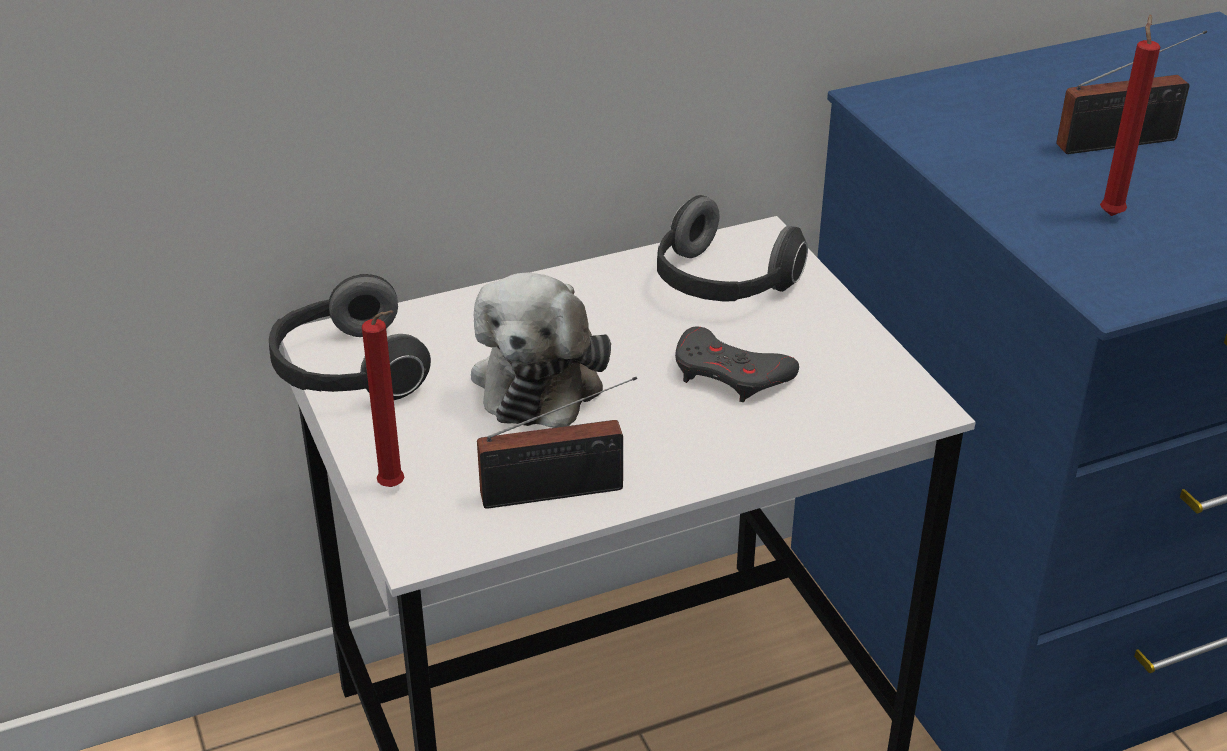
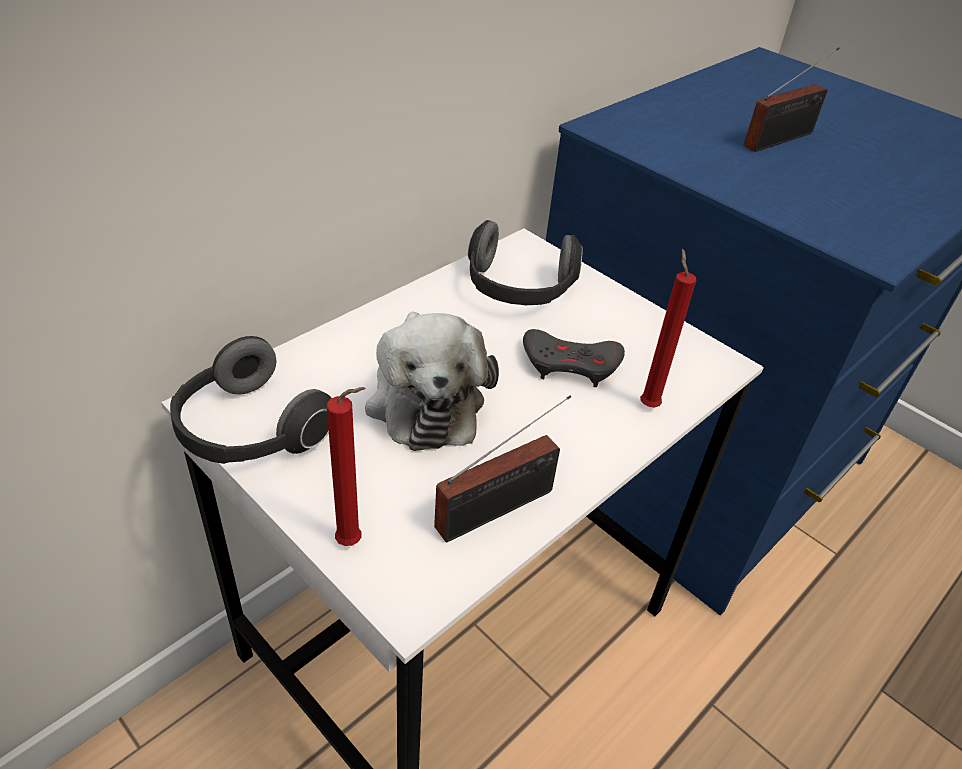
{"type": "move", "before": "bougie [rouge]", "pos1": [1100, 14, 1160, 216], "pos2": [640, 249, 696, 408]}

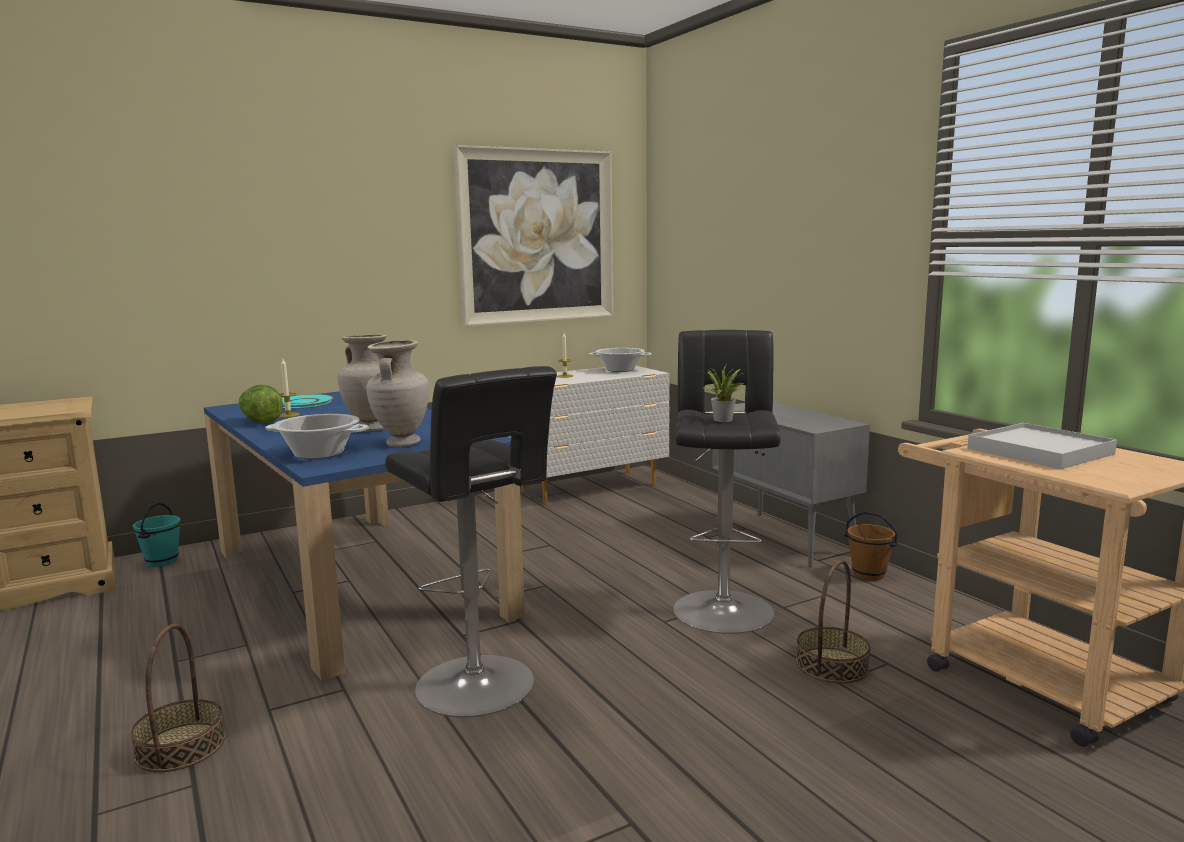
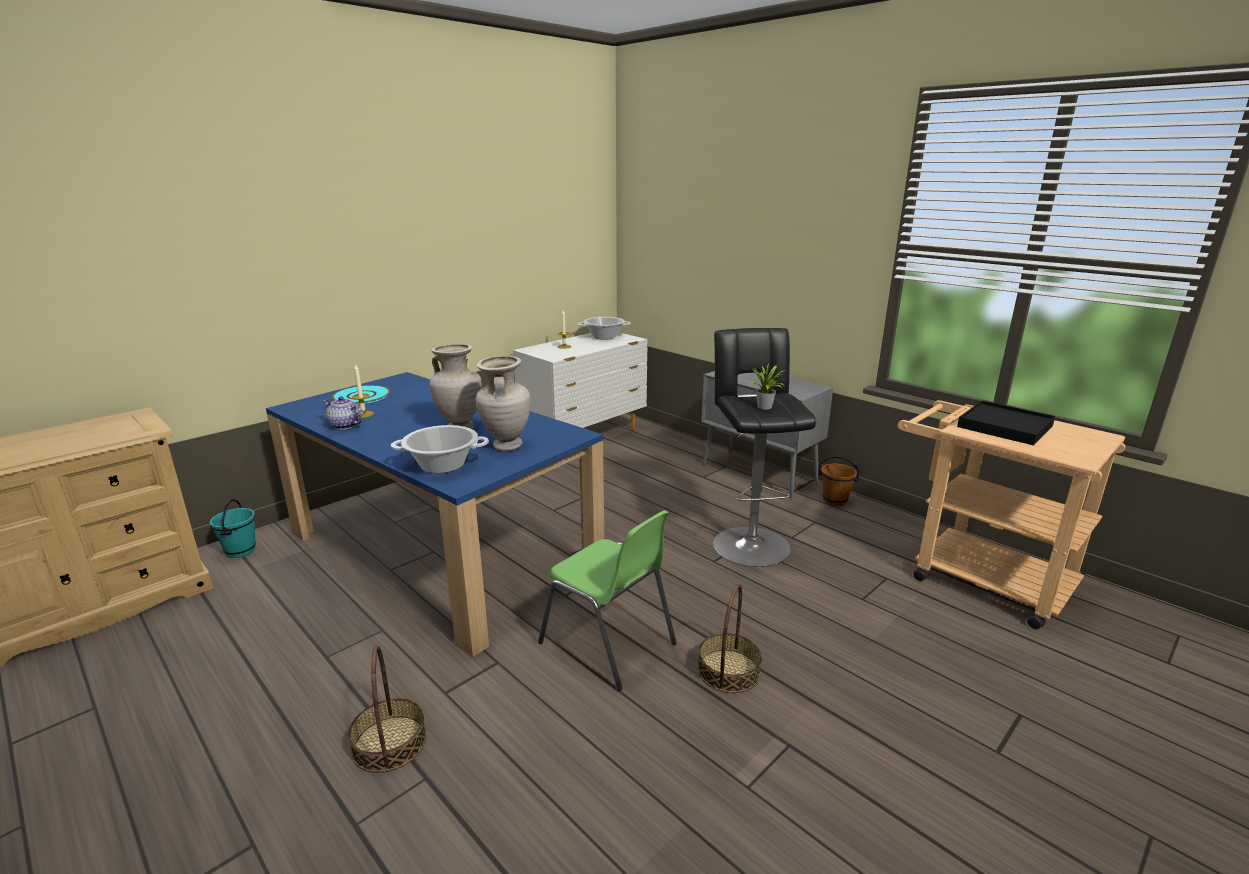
{"type": "replace", "before": "laitue", "after": "théière", "pos1": [239, 385, 283, 423], "pos2": [323, 396, 364, 430]}
{"type": "replace", "before": "tabouret [noir]", "after": "chaise [vert]", "pos1": [385, 366, 557, 718], "pos2": [538, 510, 676, 691]}
{"type": "delete", "before": "tableau", "pos1": [453, 145, 613, 326]}
{"type": "move", "before": "panier", "pos1": [796, 560, 871, 684], "pos2": [698, 584, 762, 693]}
{"type": "recolor", "before": "plateau [blanc]", "after": "plateau [noir]", "pos1": [967, 423, 1117, 469], "pos2": [957, 401, 1055, 445]}

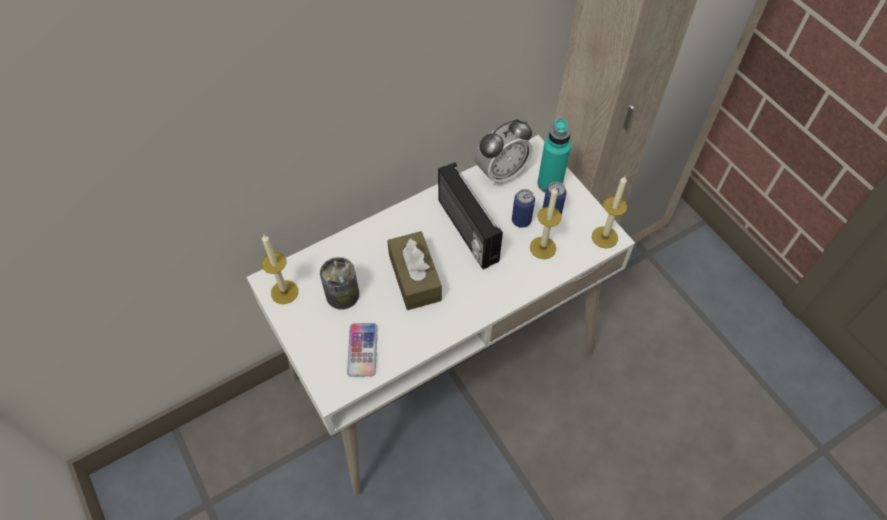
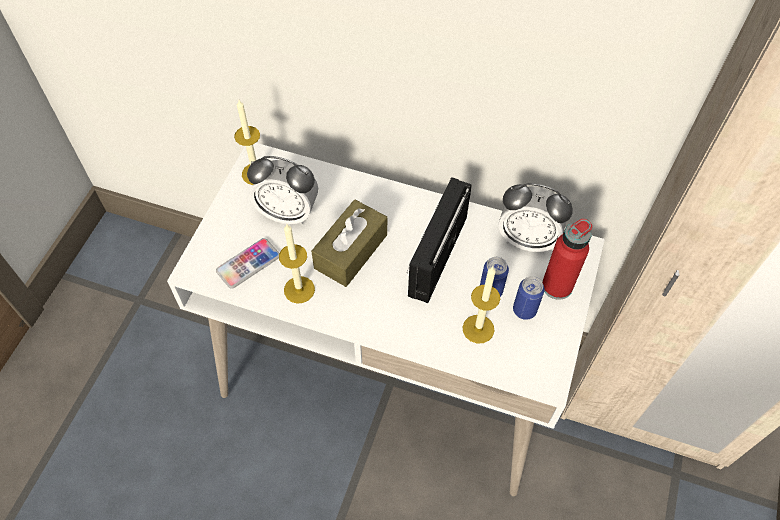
{"type": "replace", "before": "boîte métallique", "after": "réveil", "pos1": [320, 257, 359, 310], "pos2": [247, 156, 318, 225]}
{"type": "recolor", "before": "bouteille [turquoise]", "after": "bouteille [rouge]", "pos1": [538, 119, 571, 192], "pos2": [542, 219, 592, 300]}
{"type": "move", "before": "bougie", "pos1": [592, 176, 627, 249], "pos2": [279, 224, 315, 304]}

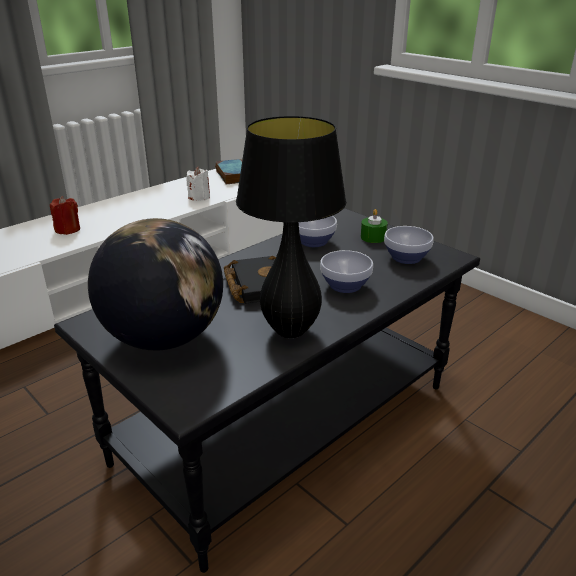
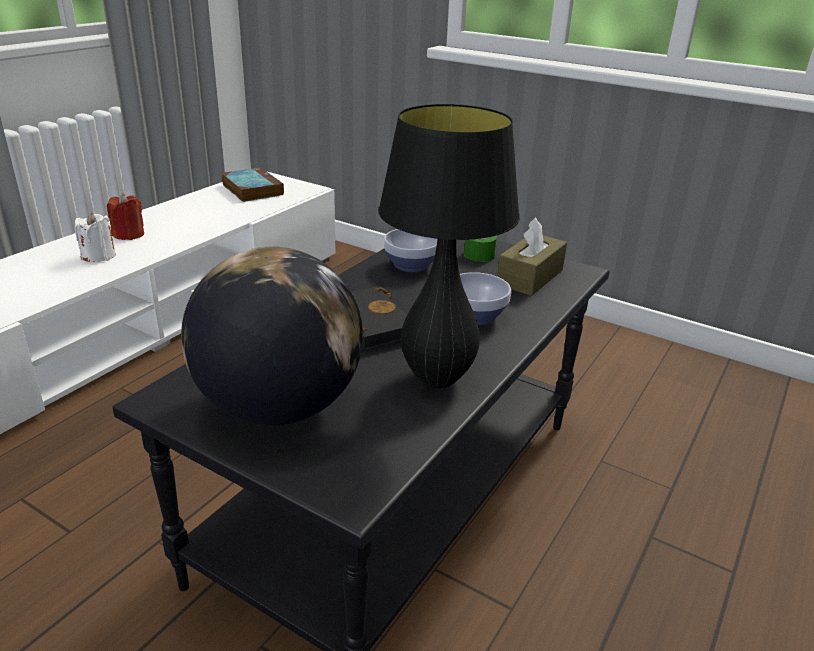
{"type": "move", "before": "bougie [rouge]", "pos1": [50, 196, 80, 235], "pos2": [107, 193, 144, 240]}
{"type": "move", "before": "bougie [blanc]", "pos1": [186, 167, 210, 201], "pos2": [75, 212, 116, 262]}
{"type": "replace", "before": "bol", "after": "boîte à mouchoirs [marron]", "pos1": [384, 226, 434, 264], "pos2": [497, 217, 567, 296]}

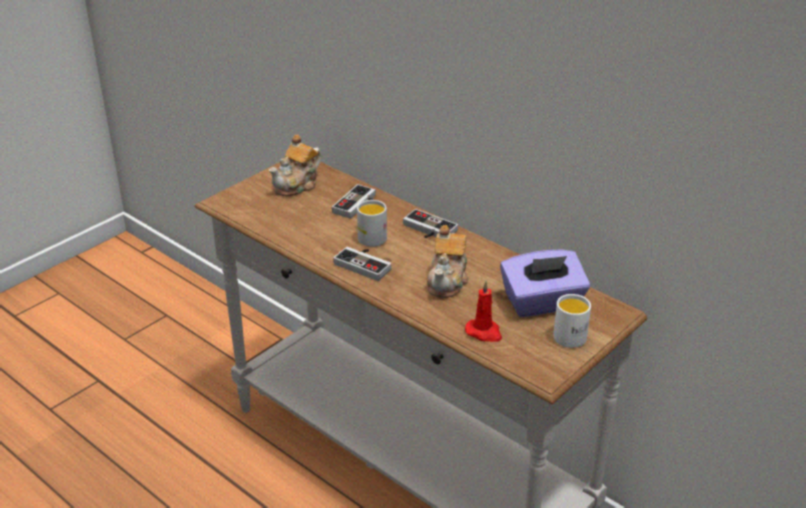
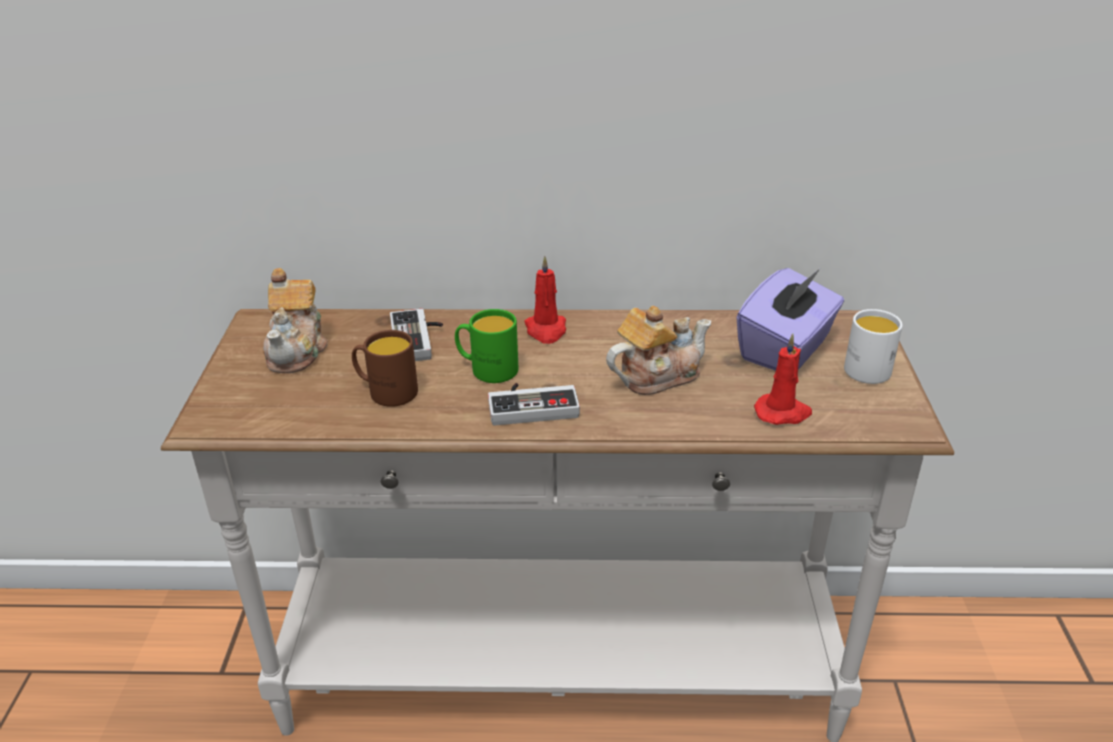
{"type": "recolor", "before": "mug [blanc]", "after": "mug [vert]", "pos1": [357, 200, 387, 247], "pos2": [455, 309, 518, 383]}
{"type": "replace", "before": "manette", "after": "bougie [rouge]", "pos1": [403, 209, 458, 238], "pos2": [524, 256, 566, 344]}
{"type": "rotate", "before": "théière", "pos1": [427, 225, 469, 298], "pos2": [606, 306, 711, 395], "turn": -90}
{"type": "insert", "after": "mug [marron]", "pos2": [352, 330, 418, 407]}

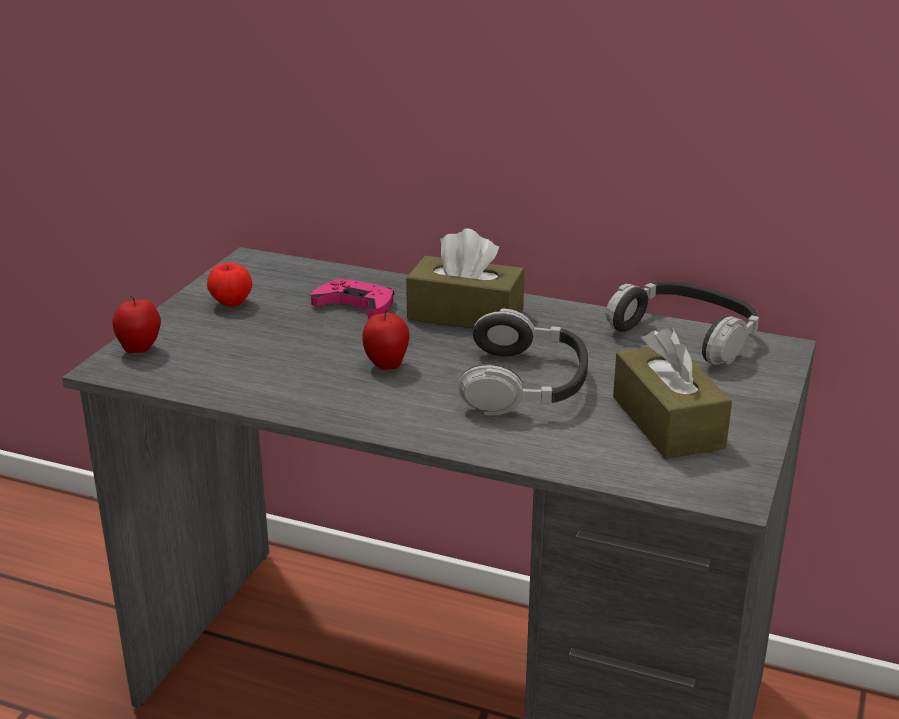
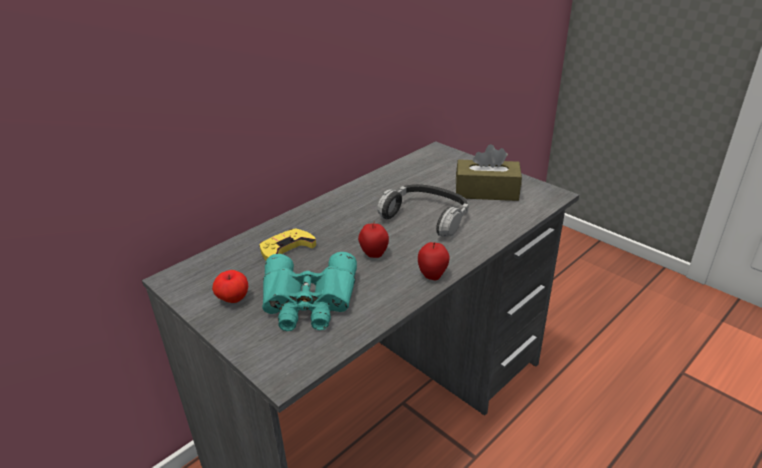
{"type": "move", "before": "pomme", "pos1": [112, 295, 161, 353], "pos2": [418, 242, 449, 280]}
{"type": "recolor", "before": "manette [rose]", "after": "manette [jaune]", "pos1": [311, 279, 394, 319], "pos2": [259, 228, 316, 260]}
{"type": "delete", "before": "boîte à mouchoirs [marron]", "pos1": [406, 228, 525, 329]}
{"type": "delete", "before": "casque audio", "pos1": [606, 282, 759, 365]}
{"type": "insert", "after": "jumelles [turquoise]", "pos2": [262, 252, 357, 331]}

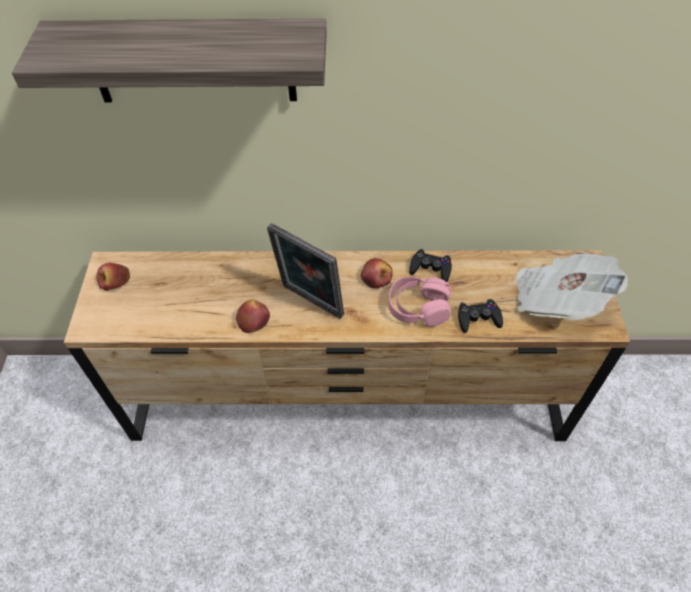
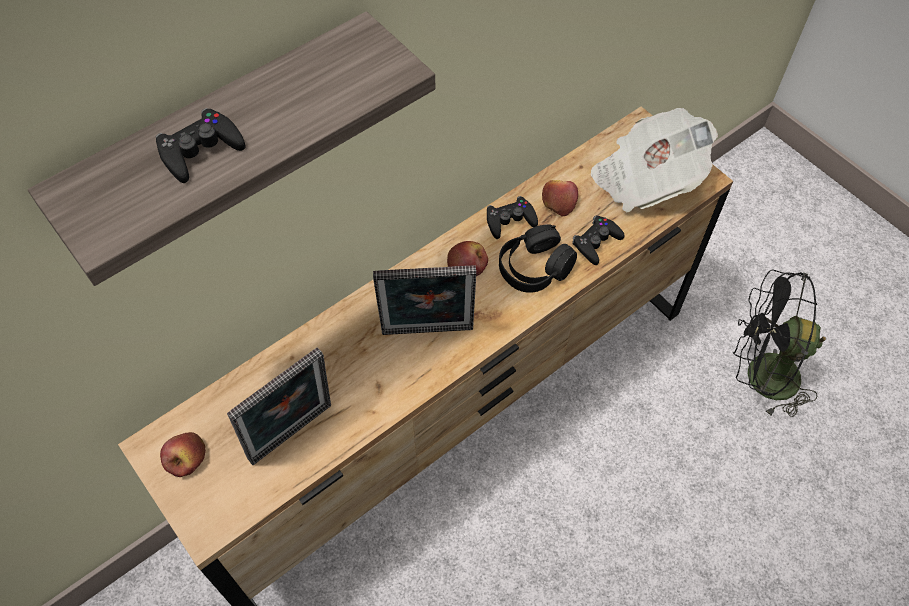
{"type": "move", "before": "pomme", "pos1": [236, 299, 270, 333], "pos2": [542, 180, 578, 217]}
{"type": "recolor", "before": "casque audio [rose]", "after": "casque audio [noir]", "pos1": [388, 276, 451, 327], "pos2": [499, 224, 577, 293]}
{"type": "insert", "after": "manette [noir]", "pos2": [156, 108, 246, 183]}
{"type": "insert", "after": "cadre photo", "pos2": [227, 347, 331, 465]}
{"type": "insert", "after": "ventilateur [noir]", "pos2": [733, 269, 826, 417]}

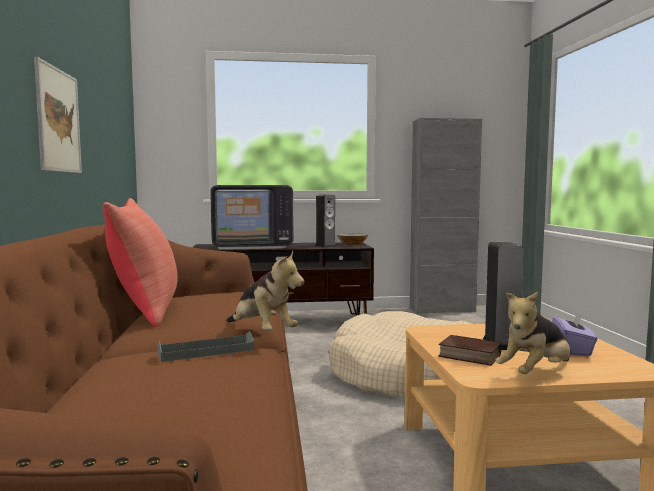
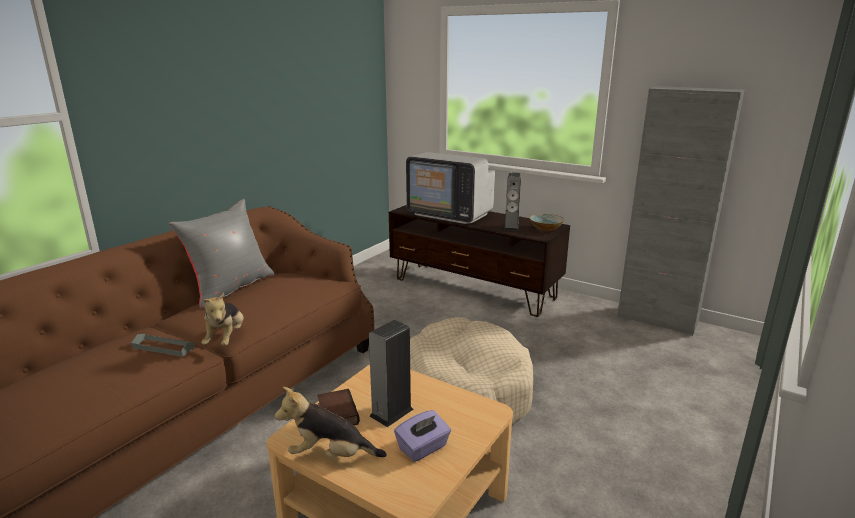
{"type": "delete", "before": "tableau", "pos1": [34, 57, 82, 173]}
{"type": "recolor", "before": "coussin [rouge]", "after": "coussin [gris]", "pos1": [103, 198, 178, 327], "pos2": [169, 199, 274, 309]}

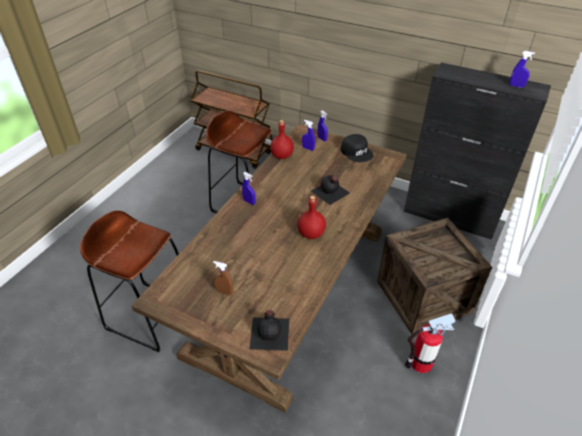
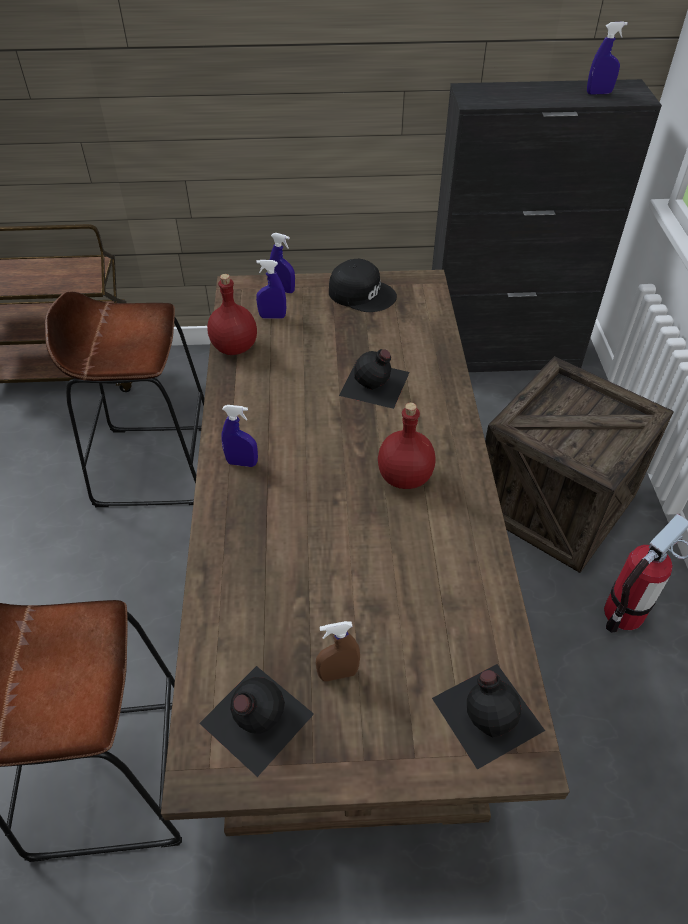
{"type": "insert", "after": "bouteille [noir]", "pos2": [199, 666, 314, 777]}

